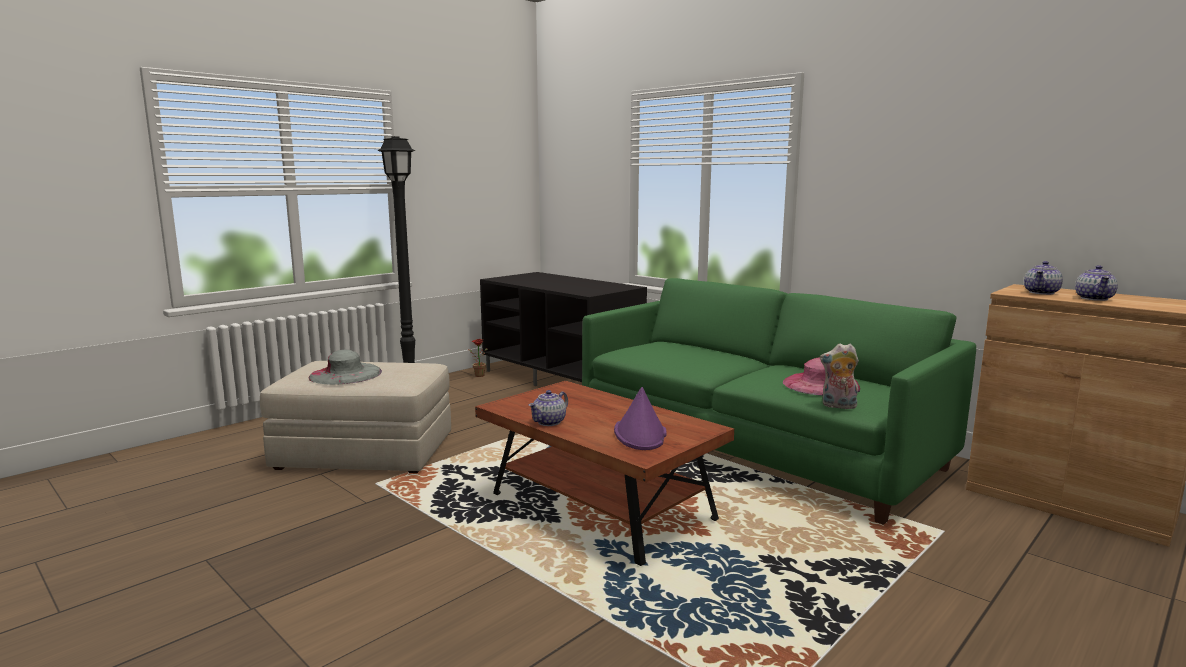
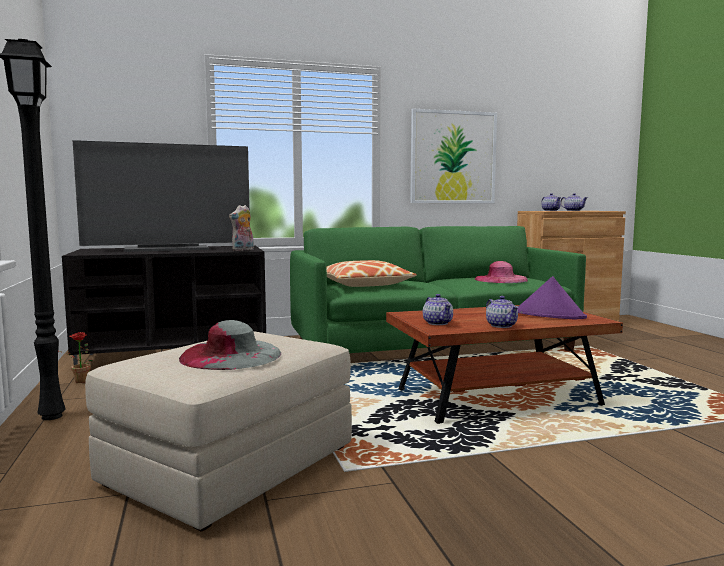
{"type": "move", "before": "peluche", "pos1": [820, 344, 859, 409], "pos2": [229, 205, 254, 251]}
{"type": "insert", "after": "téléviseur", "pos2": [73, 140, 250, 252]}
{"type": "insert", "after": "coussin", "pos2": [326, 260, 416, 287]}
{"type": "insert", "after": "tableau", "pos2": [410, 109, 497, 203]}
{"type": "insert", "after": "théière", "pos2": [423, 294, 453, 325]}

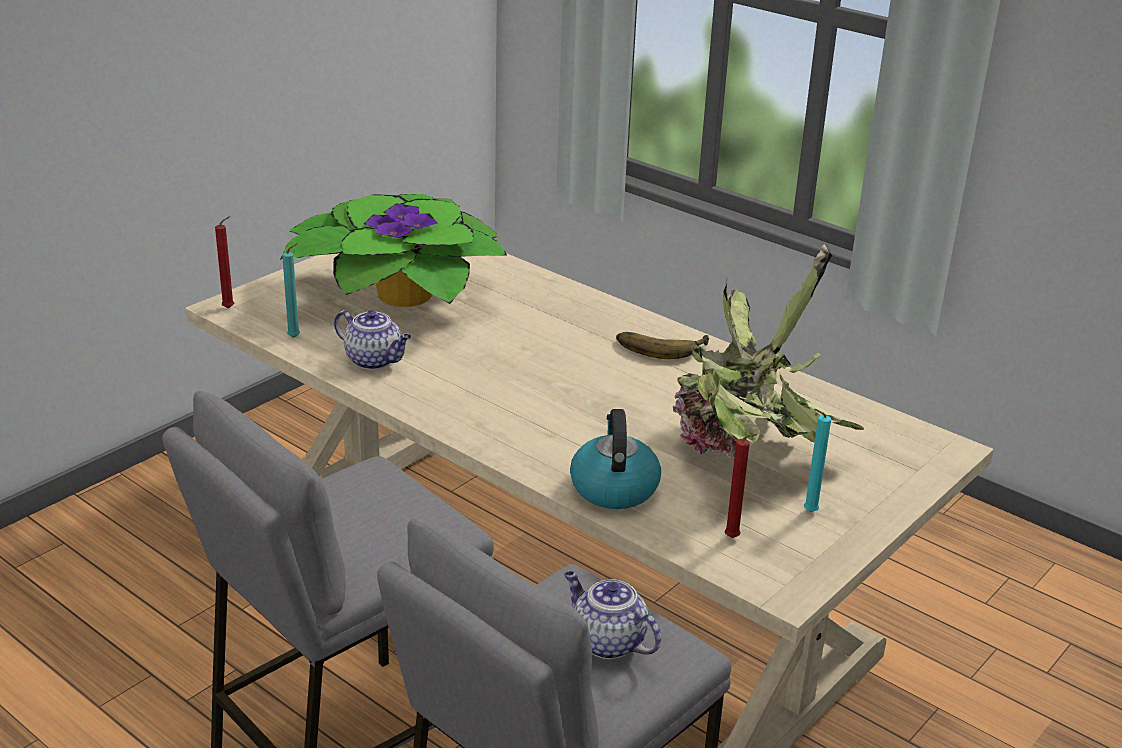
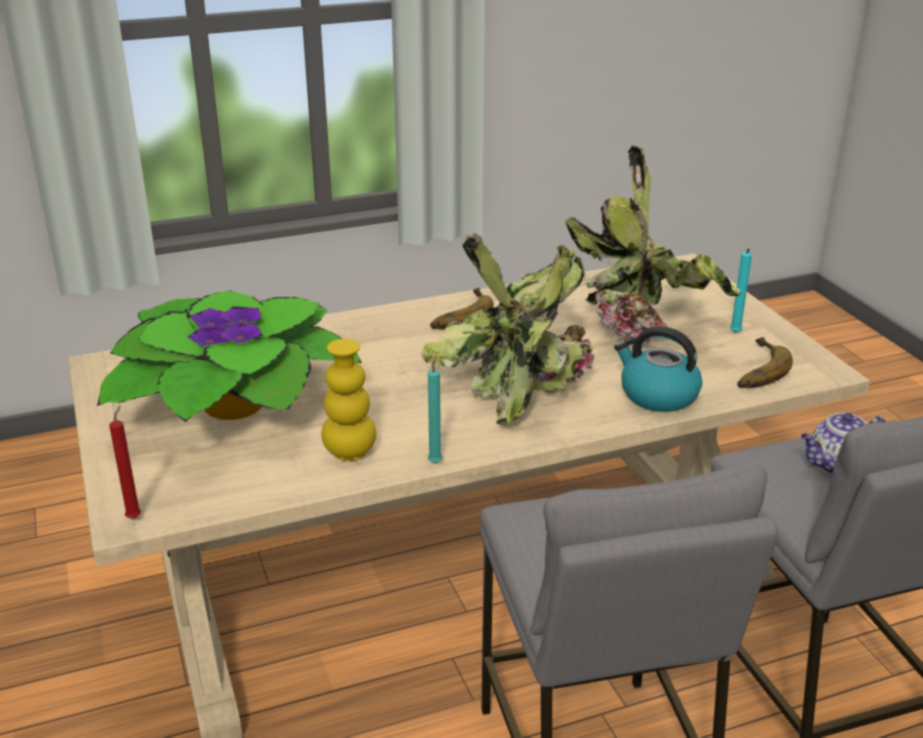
{"type": "move", "before": "bougie [turquoise]", "pos1": [282, 243, 300, 338], "pos2": [428, 356, 442, 463]}
{"type": "replace", "before": "théière", "after": "vase [jaune]", "pos1": [334, 310, 411, 370], "pos2": [321, 339, 376, 461]}
{"type": "replace", "before": "bougie [rouge]", "after": "banane", "pos1": [725, 434, 758, 538], "pos2": [737, 337, 793, 388]}
{"type": "insert", "after": "plante en pot", "pos2": [421, 233, 594, 426]}

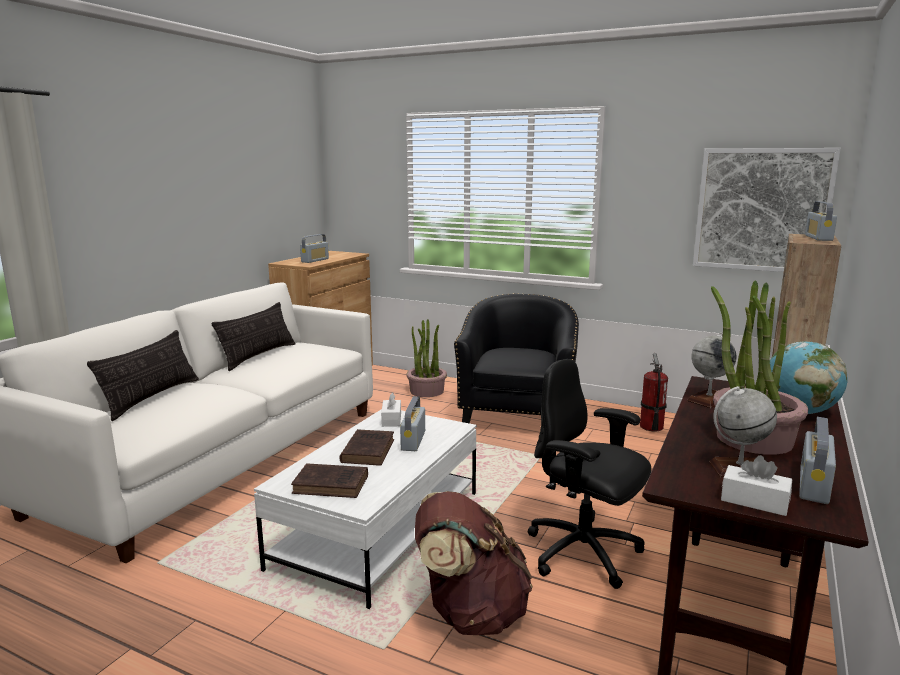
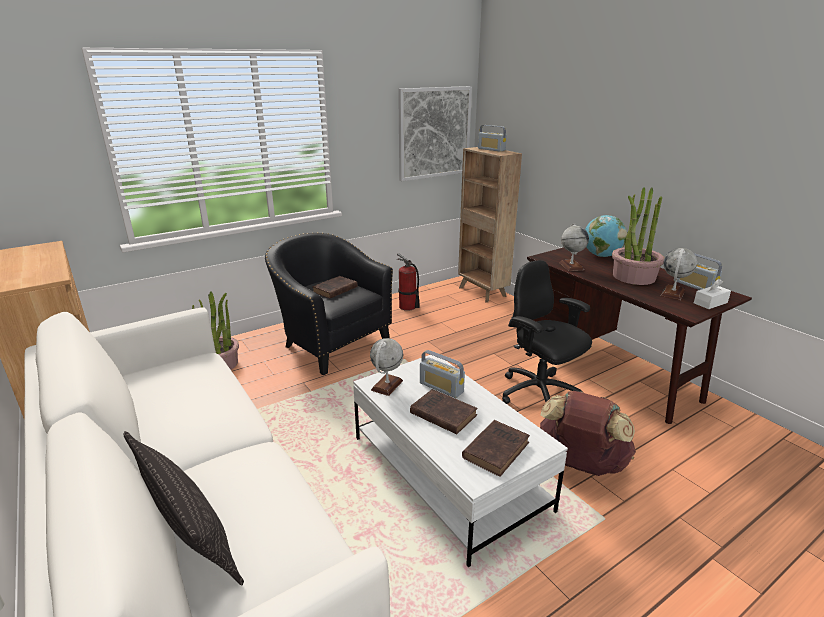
{"type": "delete", "before": "coussin", "pos1": [212, 302, 296, 371]}
{"type": "delete", "before": "radio", "pos1": [300, 234, 329, 263]}
{"type": "replace", "before": "boîte à mouchoirs [blanc]", "after": "globe", "pos1": [381, 392, 401, 427], "pos2": [370, 338, 403, 396]}
{"type": "rotate", "before": "chaise de bureau [noir]", "pos1": [527, 359, 651, 589], "pos2": [502, 260, 592, 404], "turn": 75}
{"type": "insert", "after": "livre [marron]", "pos2": [312, 276, 358, 299]}

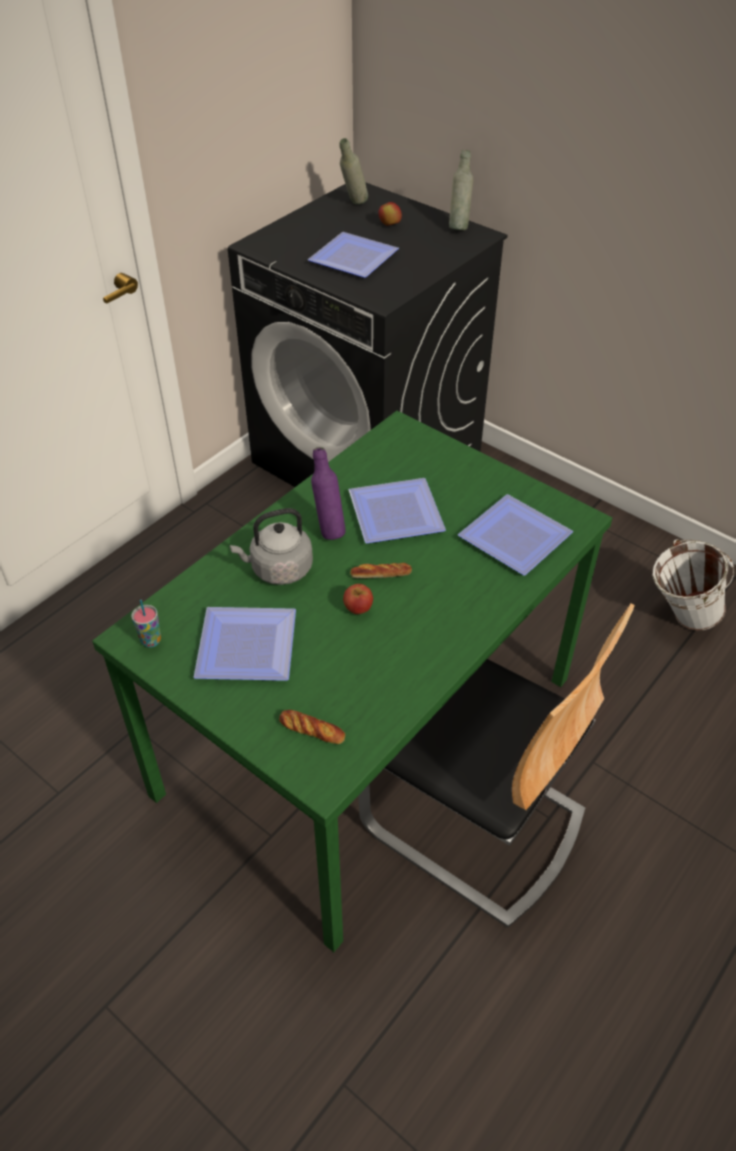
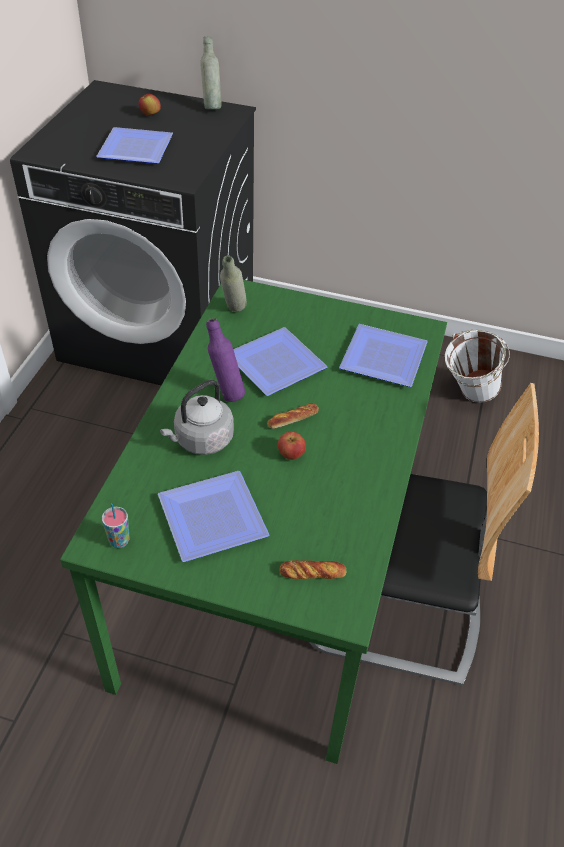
{"type": "move", "before": "bouteille [gris]", "pos1": [339, 138, 368, 205], "pos2": [220, 255, 247, 312]}

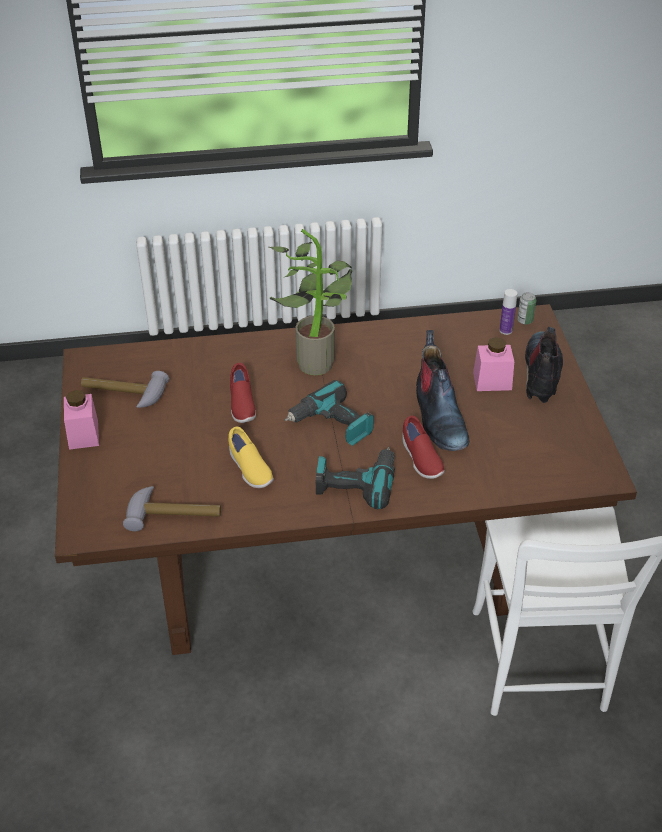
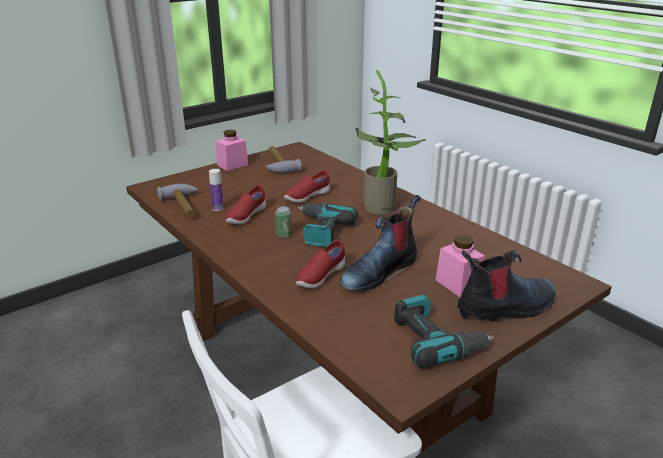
{"type": "recolor", "before": "chaussure [jaune]", "after": "chaussure [rouge]", "pos1": [228, 426, 274, 488], "pos2": [226, 185, 266, 224]}
{"type": "move", "before": "perceuse", "pos1": [316, 447, 395, 509], "pos2": [394, 295, 494, 368]}
{"type": "move", "before": "bouteille", "pos1": [500, 289, 517, 335], "pos2": [209, 169, 224, 211]}
{"type": "move", "before": "boîte métallique", "pos1": [517, 292, 536, 325], "pos2": [275, 206, 292, 238]}

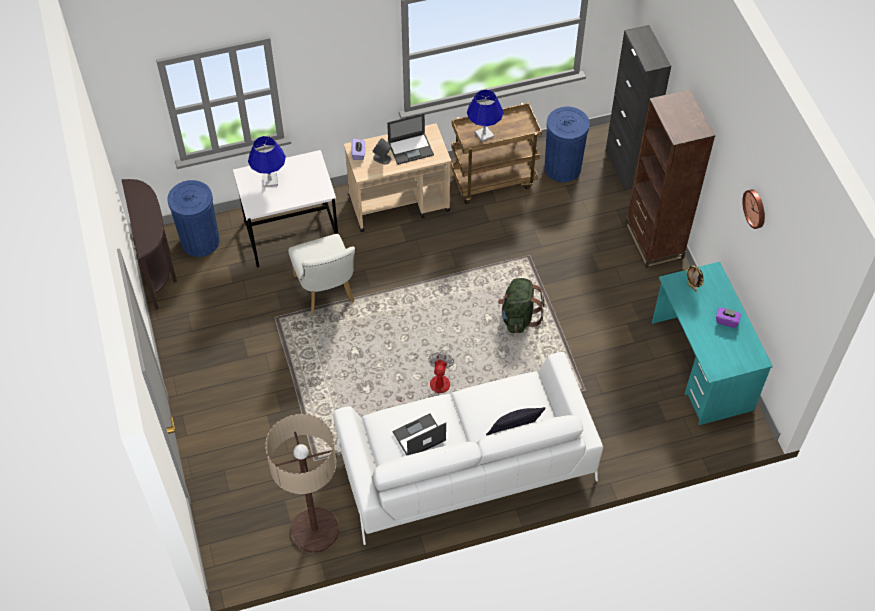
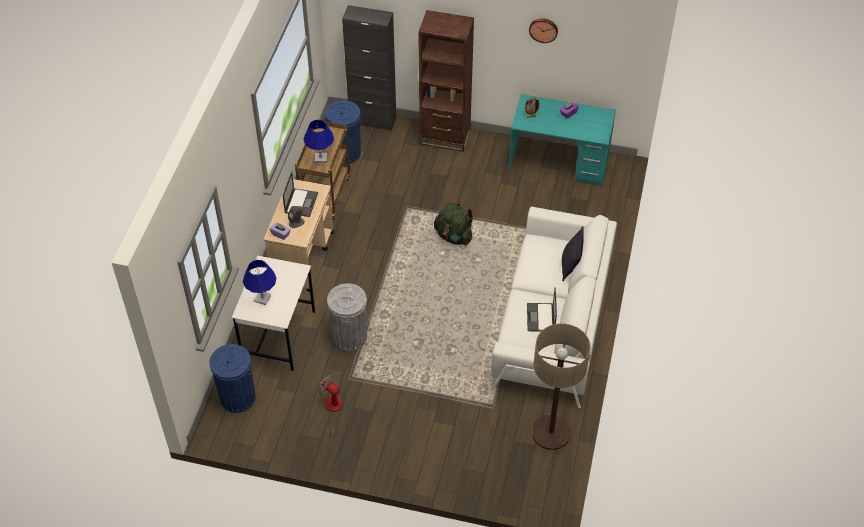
{"type": "delete", "before": "table console [marron]", "pos1": [122, 179, 177, 310]}
{"type": "replace", "before": "chaise [blanc]", "after": "poubelle [gris]", "pos1": [288, 234, 355, 315], "pos2": [327, 283, 367, 351]}
{"type": "move", "before": "ventilateur", "pos1": [396, 352, 454, 402], "pos2": [318, 375, 344, 436]}

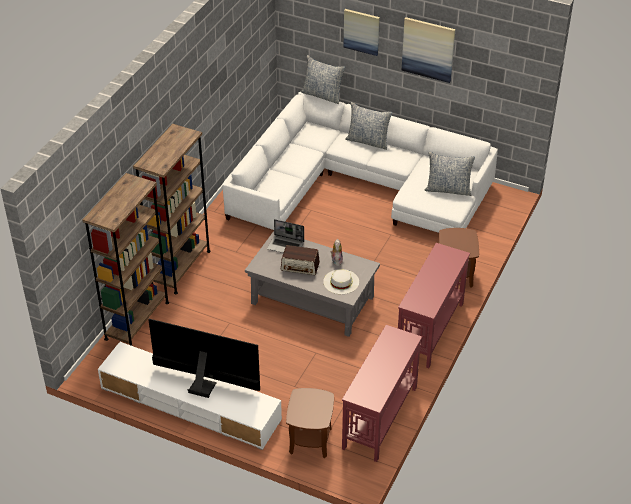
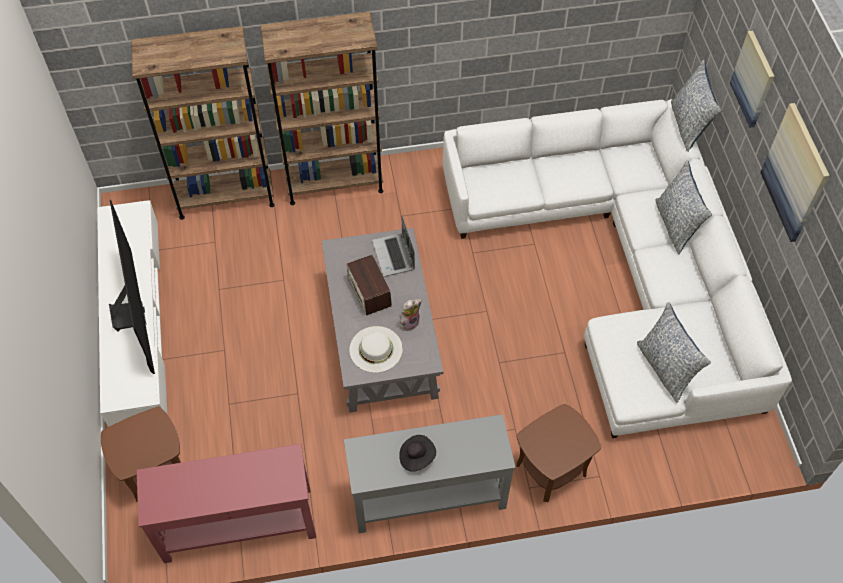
{"type": "recolor", "before": "table console [rouge]", "after": "table console [gris]", "pos1": [398, 243, 470, 368], "pos2": [344, 414, 516, 533]}
{"type": "insert", "after": "chapeau [noir]", "pos2": [399, 435, 436, 472]}

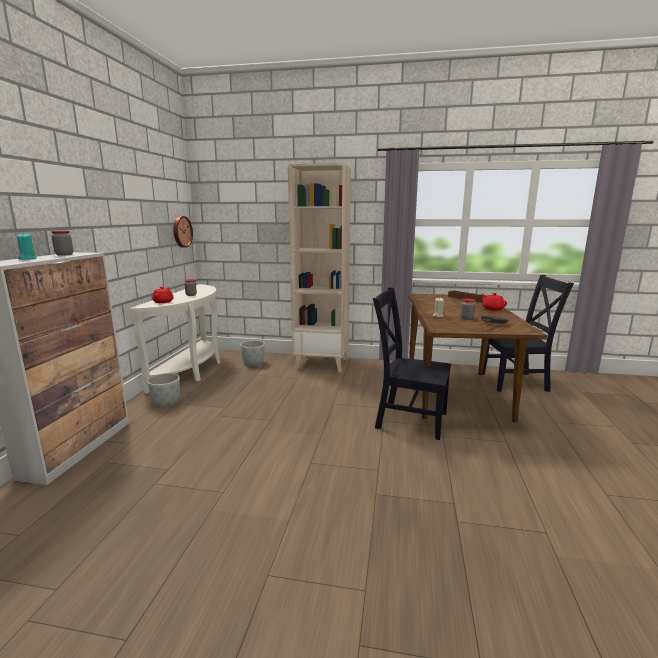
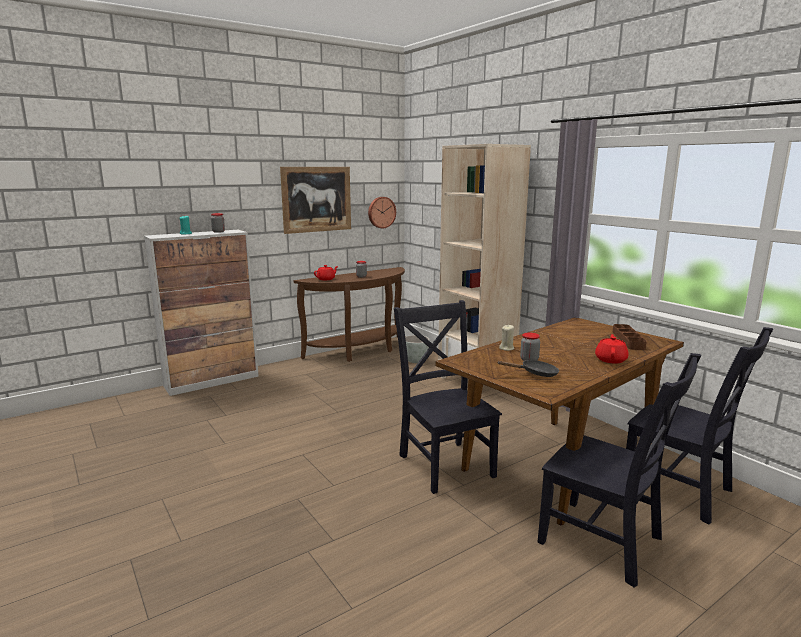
{"type": "recolor", "before": "table console [blanc]", "after": "table console [marron]", "pos1": [129, 284, 220, 394], "pos2": [293, 267, 405, 362]}
{"type": "delete", "before": "cache-pot [gris]", "pos1": [147, 373, 180, 407]}
{"type": "insert", "after": "tableau", "pos2": [280, 167, 351, 234]}
{"type": "insert", "after": "chaise [noir]", "pos2": [538, 353, 701, 588]}

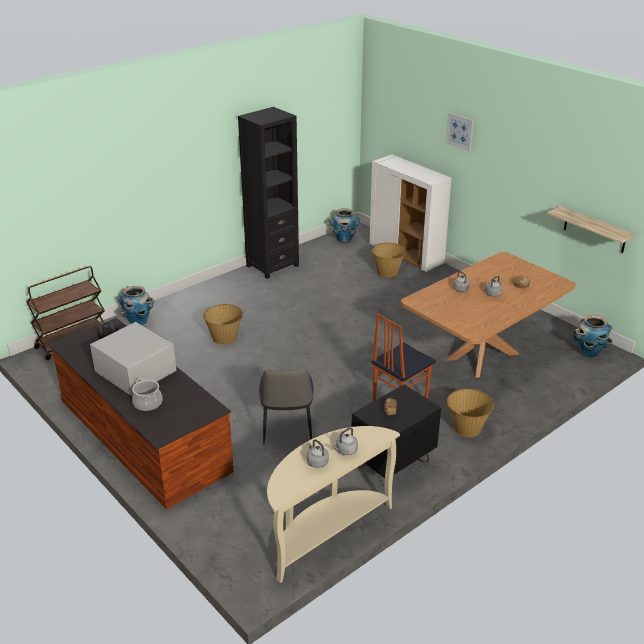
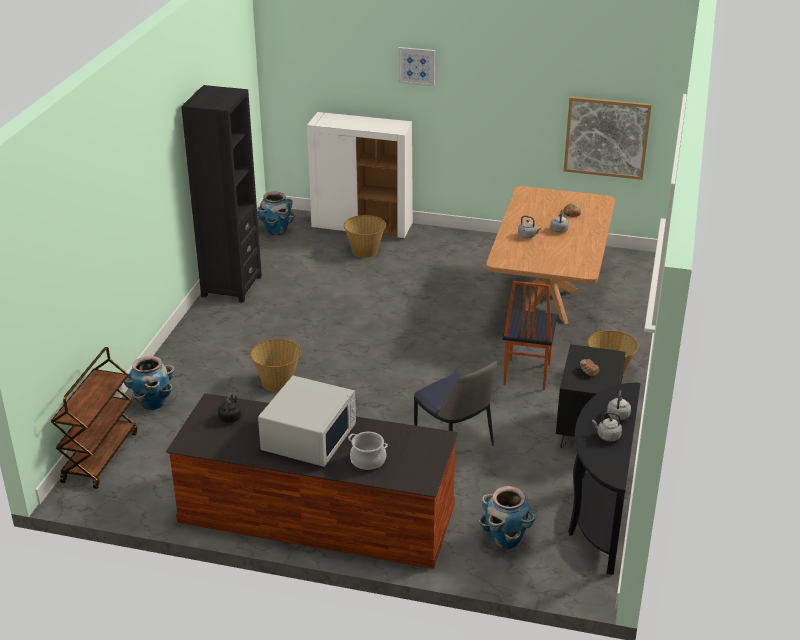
{"type": "rotate", "before": "micro-ondes [blanc]", "pos1": [90, 322, 176, 396], "pos2": [258, 376, 356, 467], "turn": 105}
{"type": "recolor", "before": "table console [beige]", "after": "table console [noir]", "pos1": [267, 426, 400, 583], "pos2": [568, 383, 641, 575]}
{"type": "replace", "before": "étagère", "after": "tableau", "pos1": [547, 206, 636, 253], "pos2": [564, 96, 652, 180]}
{"type": "move", "before": "cache-pot", "pos1": [572, 315, 613, 358], "pos2": [479, 486, 536, 549]}

